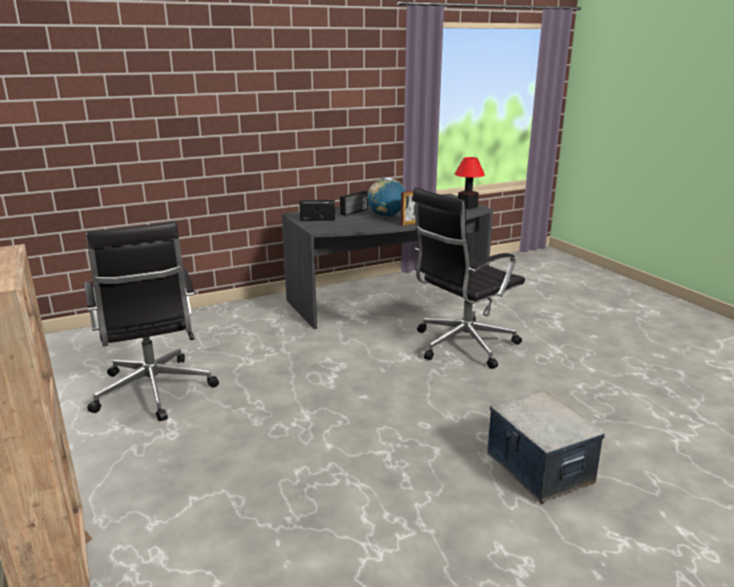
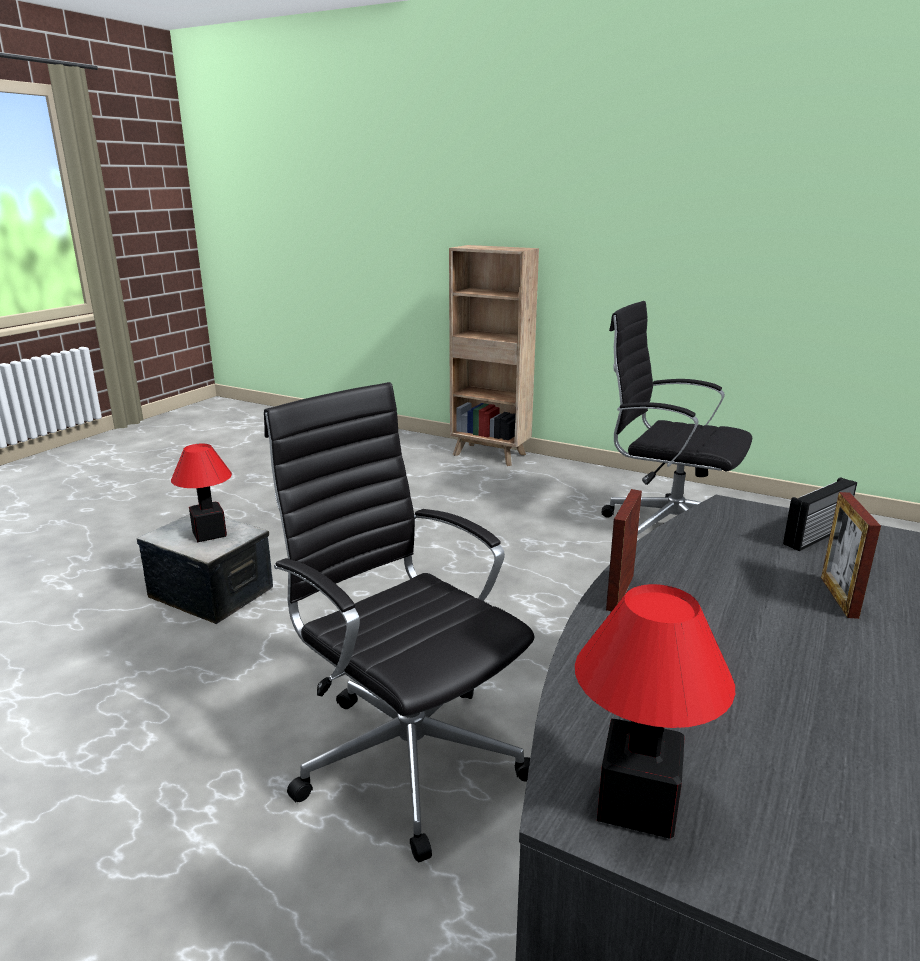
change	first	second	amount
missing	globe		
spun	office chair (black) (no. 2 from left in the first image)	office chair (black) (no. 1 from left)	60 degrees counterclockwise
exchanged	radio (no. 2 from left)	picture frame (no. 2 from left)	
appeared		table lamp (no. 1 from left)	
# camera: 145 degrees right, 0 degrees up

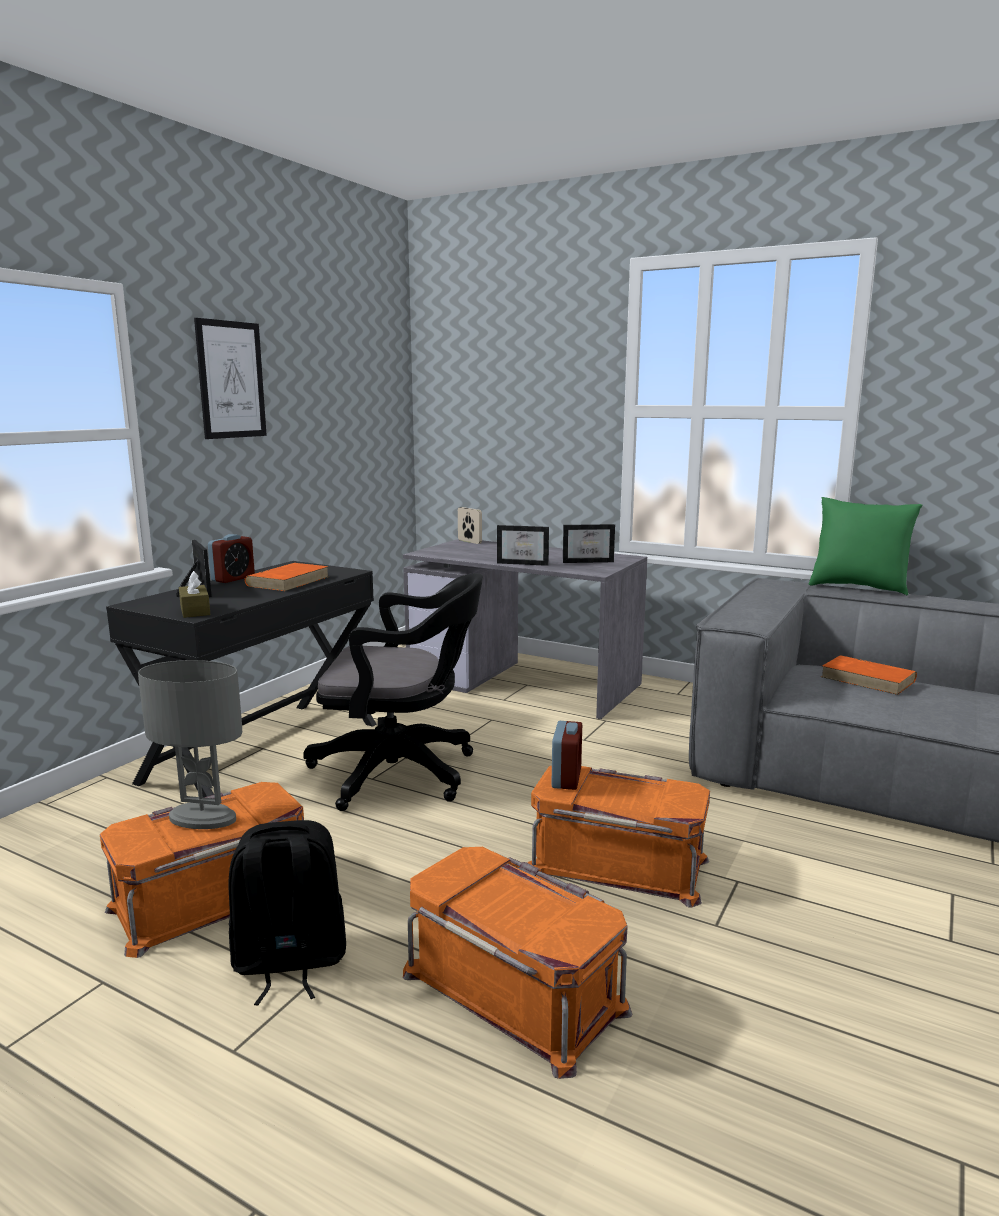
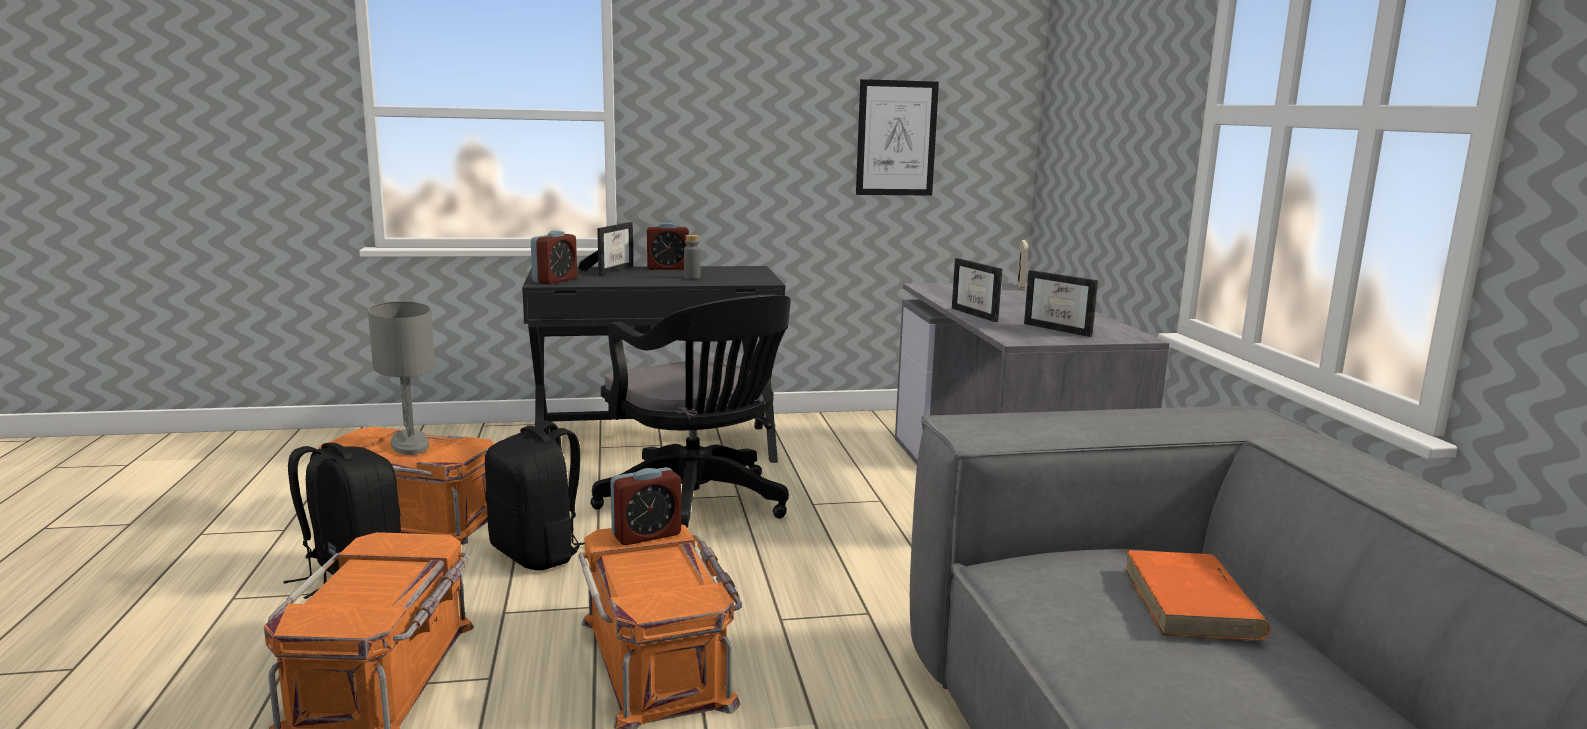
change	first	second	amount
relocated	picture		
missing	pillow (green)		
exchanged	book (orange) (no. 1 from left)	bottle (grey)	
exchanged	tissue box (brown)	alarm clock (no. 1 from left)	
appeared		backpack (black) (no. 2 from left)	
# camera: 50 degrees right, 0 degrees up

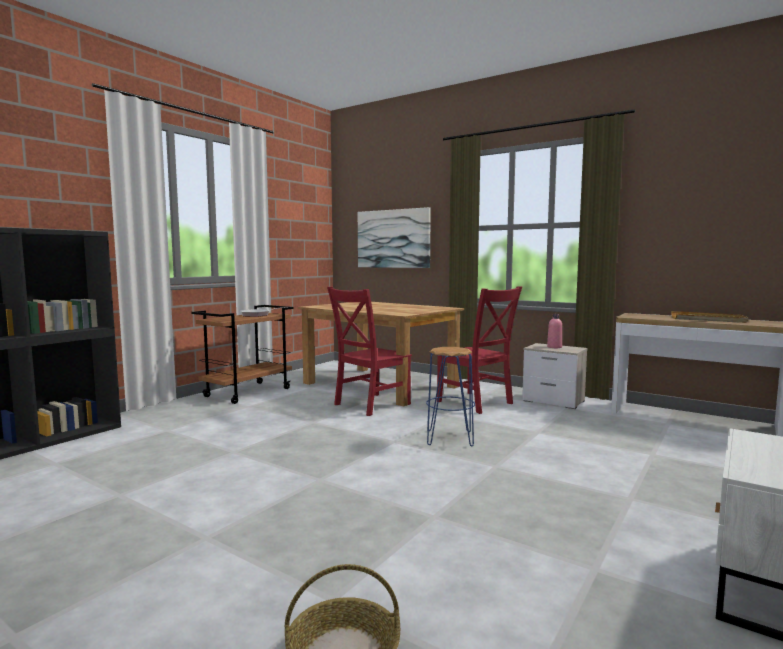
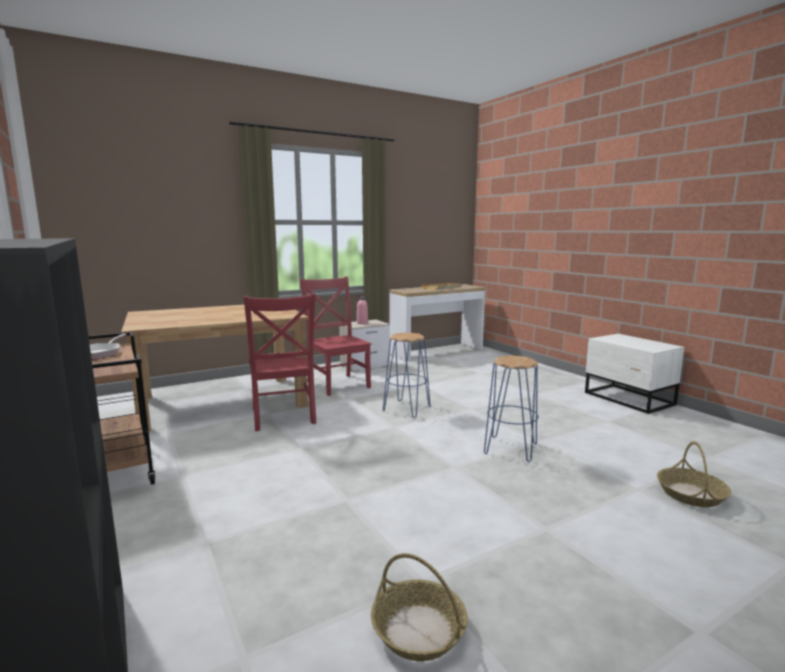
change	first	second	amount
missing	picture		
spun	chair (red) (no. 2 from left)		105 degrees counterclockwise
appeared		stool (blue) (no. 2 from left)	
appeared		basket (no. 1 from left)	
# camera: 65 degrees left, 5 degrees up

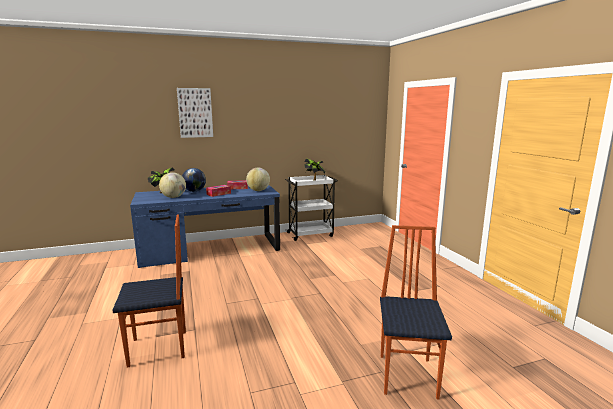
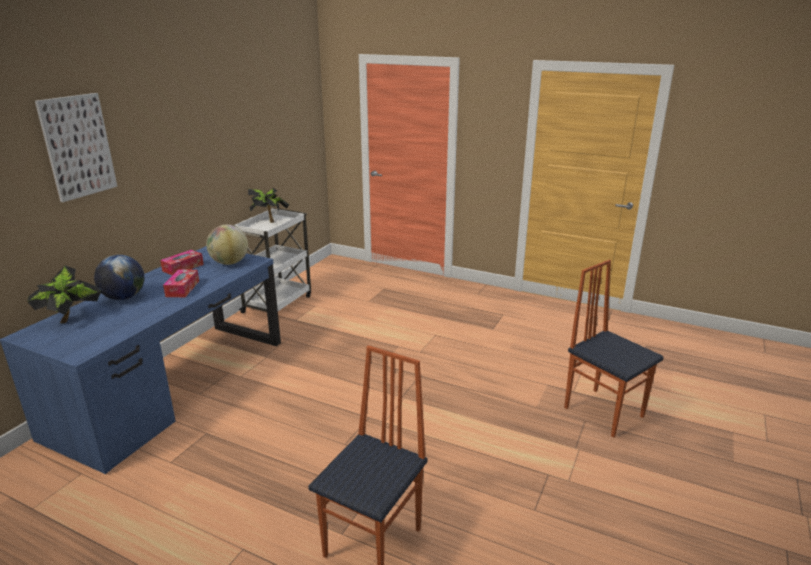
change	first	second	amount
missing	globe (no. 1 from left)		
# camera: 45 degrees left, 10 degrees up

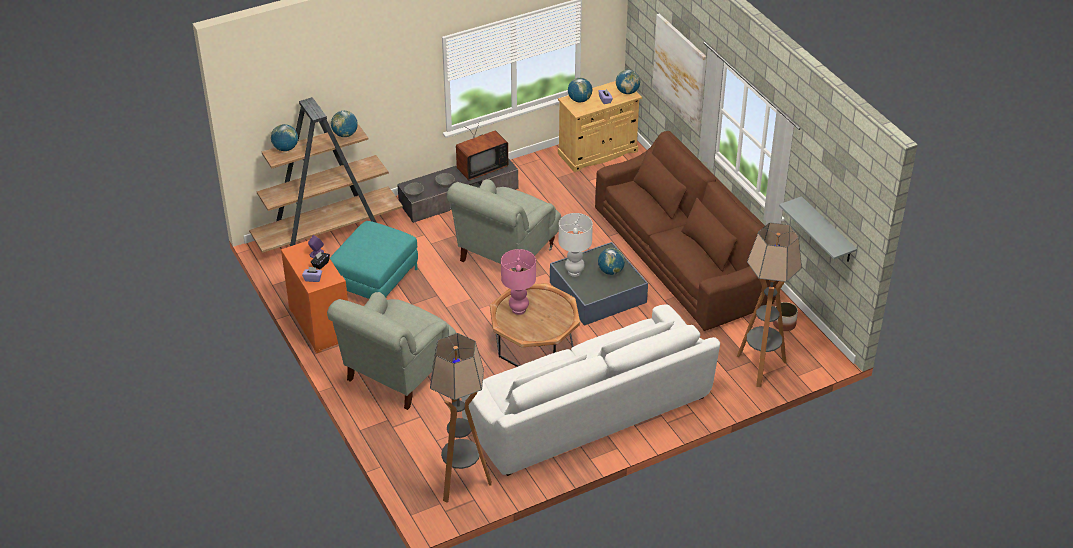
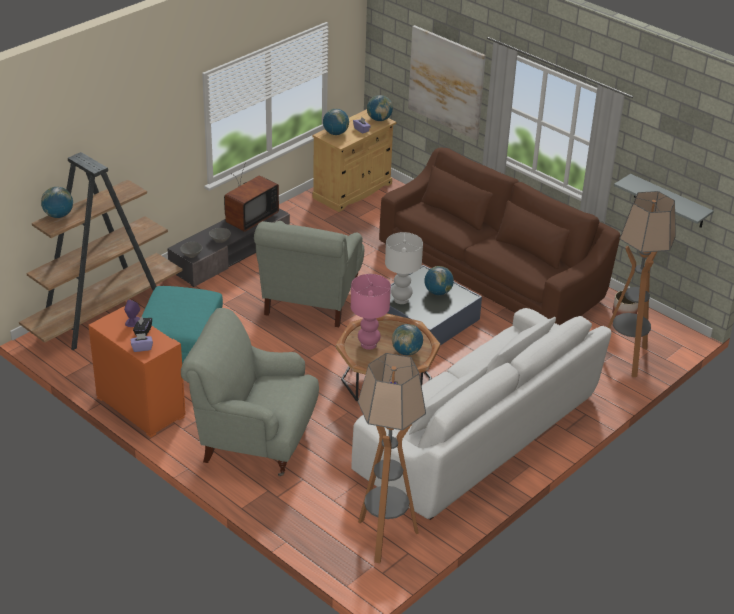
change	first	second	amount
relocated	globe (no. 2 from left in the first image)	globe (no. 4 from left)	
spun	armchair (grey) (no. 1 from left)		90 degrees clockwise
# camera: 20 degrees left, 5 degrees down

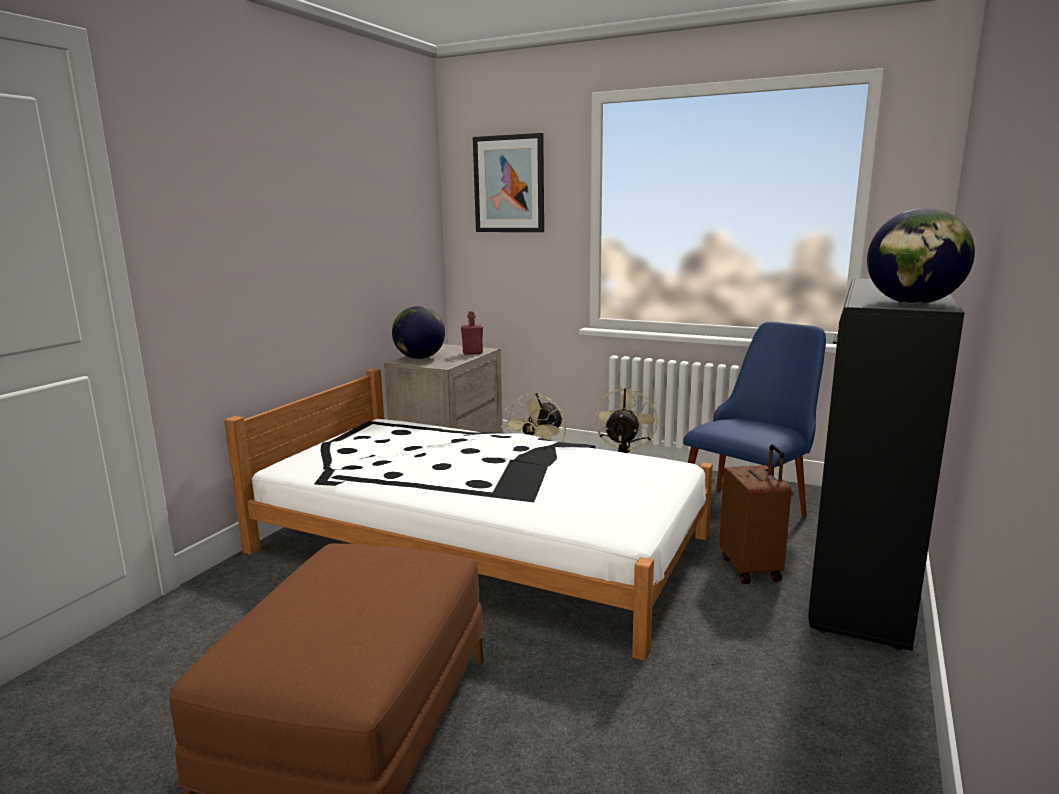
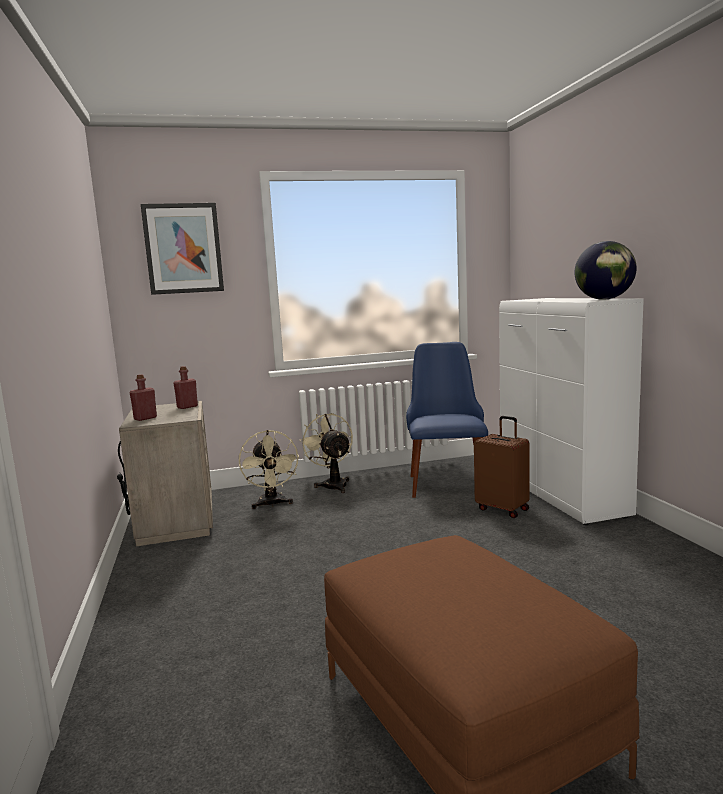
change	first	second	amount
colour	cabinet (black)	cabinet (white)	
exchanged	globe (no. 1 from left)	bottle (red) (no. 1 from left)	
missing	bed (white)		
# camera: 40 degrees left, 5 degrees down

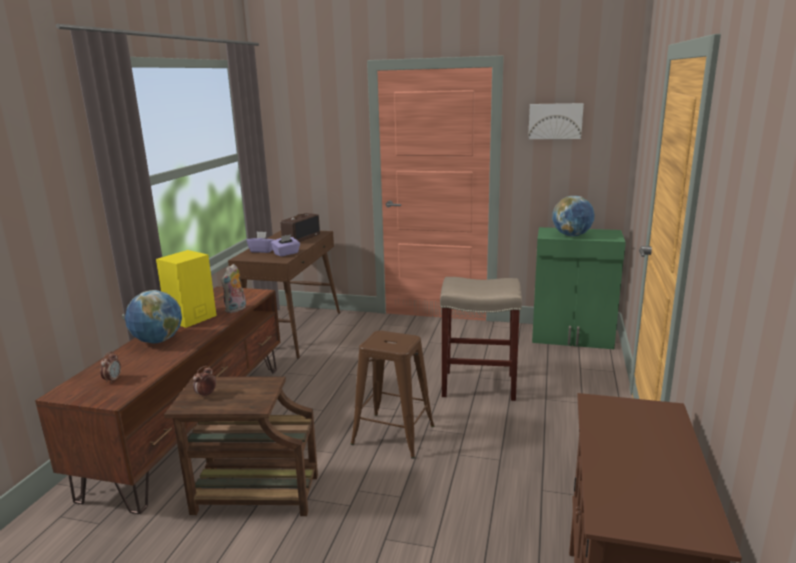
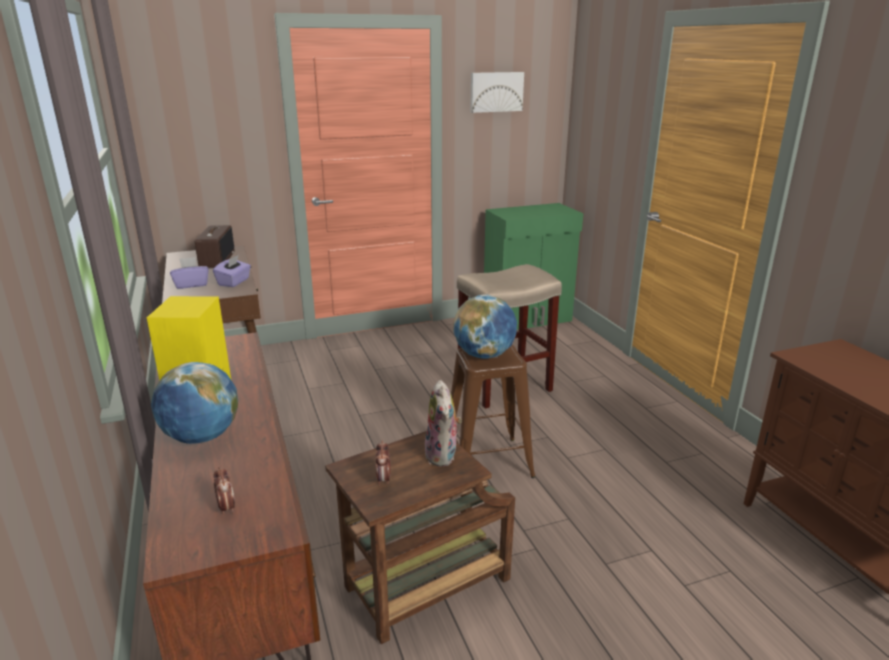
change	first	second	amount
relocated	globe (no. 2 from left)		
relocated	plush toy		
# camera: 35 degrees left, 5 degrees up

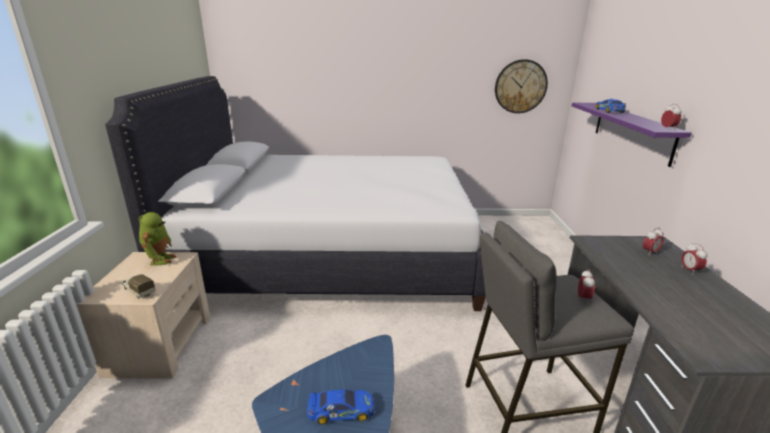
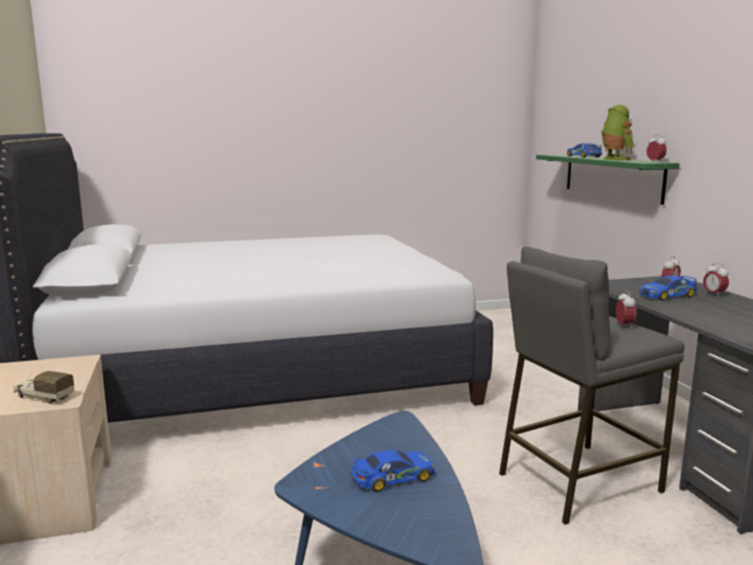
change	first	second	amount
missing	wall clock		
colour	shelf (purple)	shelf (green)	
relocated	toy robot		
appeared		toy car (no. 3 from left)	
# camera: 15 degrees left, 10 degrees down

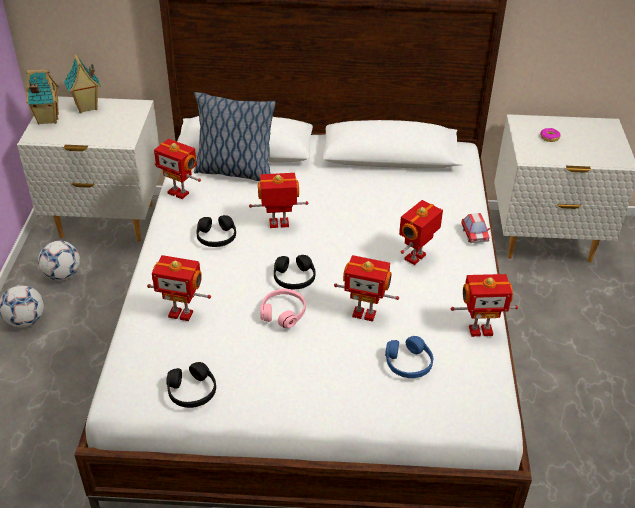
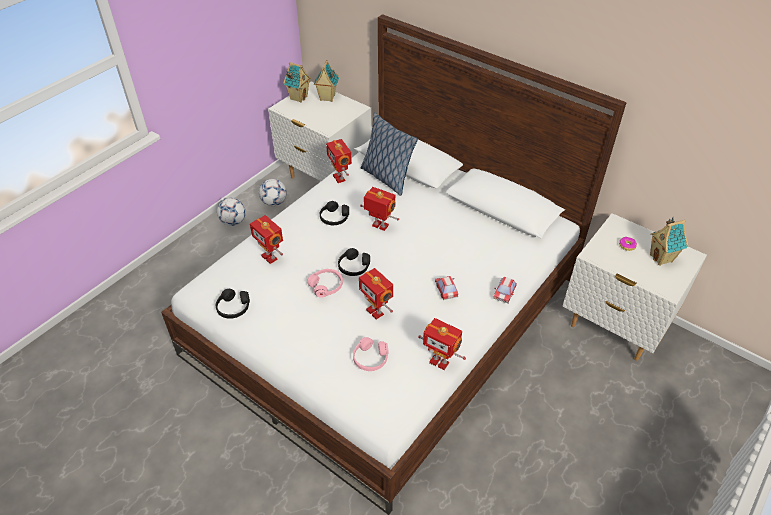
change	first	second	amount
exchanged	toy robot (no. 5 from left)	toy car (no. 1 from left)	
colour	headphones (blue)	headphones (pink) (no. 2 from left)	
appeared		toy house (no. 3 from left)	
# camera: 35 degrees right, 5 degrees up

